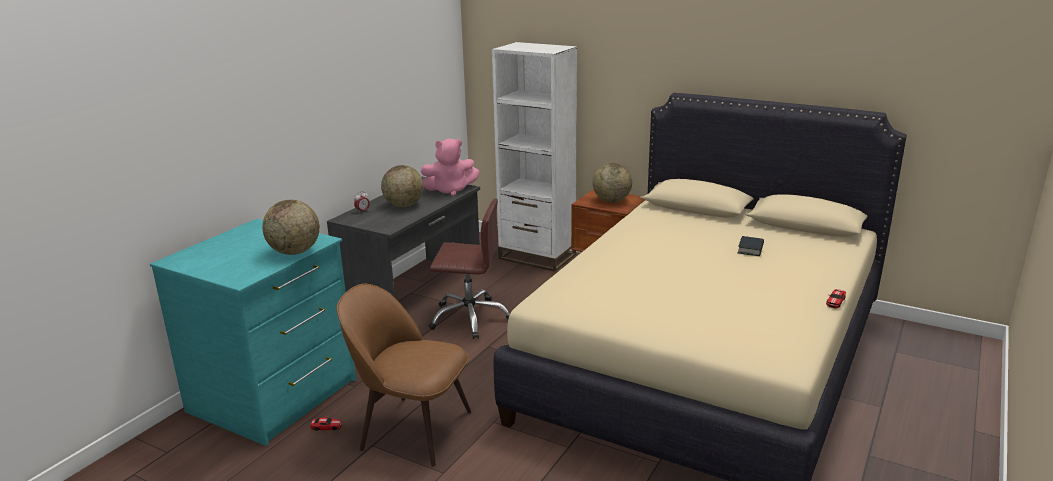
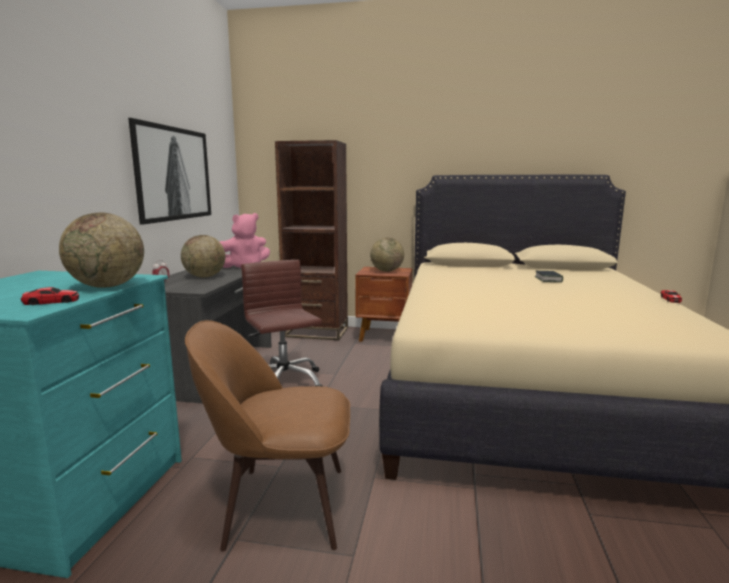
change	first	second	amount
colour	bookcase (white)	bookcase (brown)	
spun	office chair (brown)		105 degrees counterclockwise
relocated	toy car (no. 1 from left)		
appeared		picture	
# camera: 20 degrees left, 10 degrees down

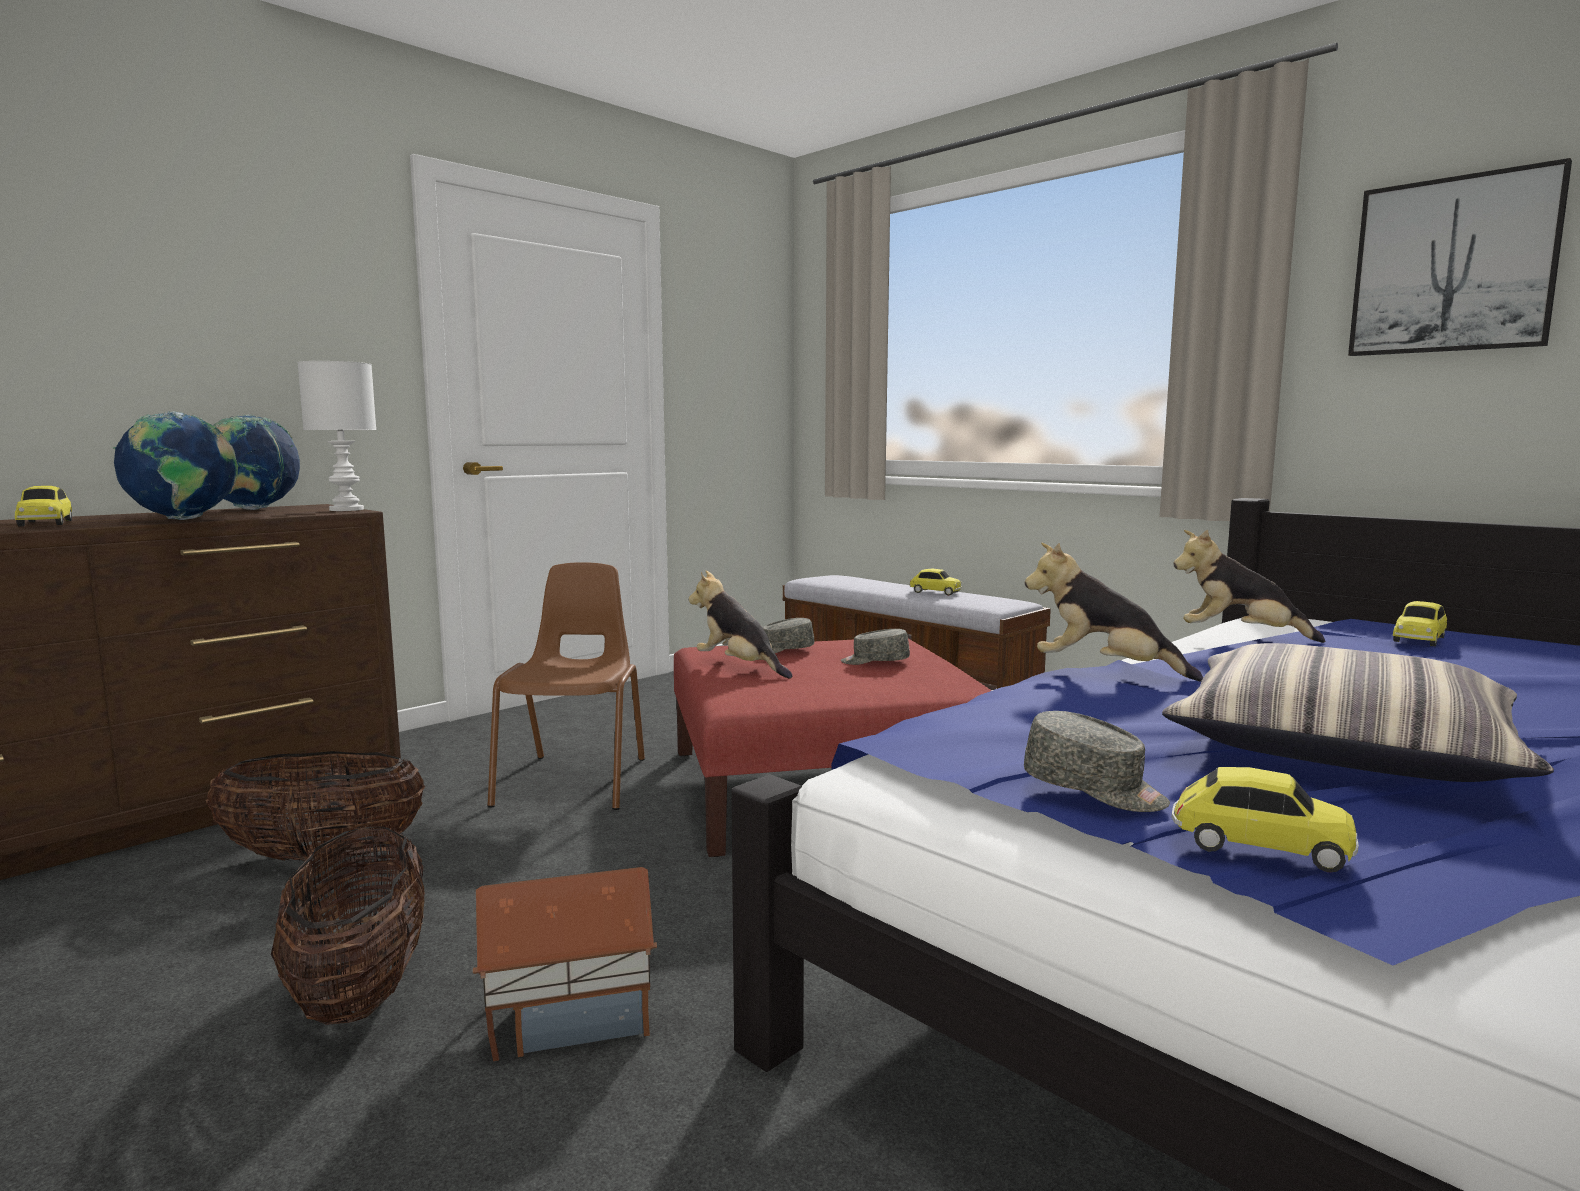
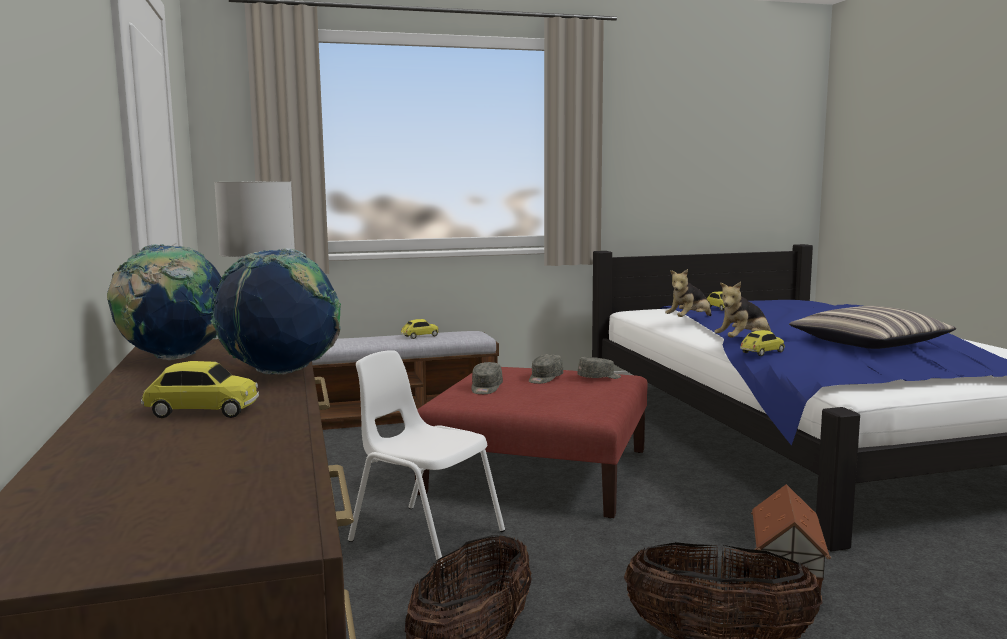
change	first	second	amount
missing	picture		
colour	chair (brown)	chair (white)	
missing	plush toy (no. 1 from left)		
relocated	cap (grey) (no. 3 from left)		
relocated	toy car (no. 3 from left in the first image)	toy car (no. 4 from left)	
# camera: 60 degrees left, 0 degrees up

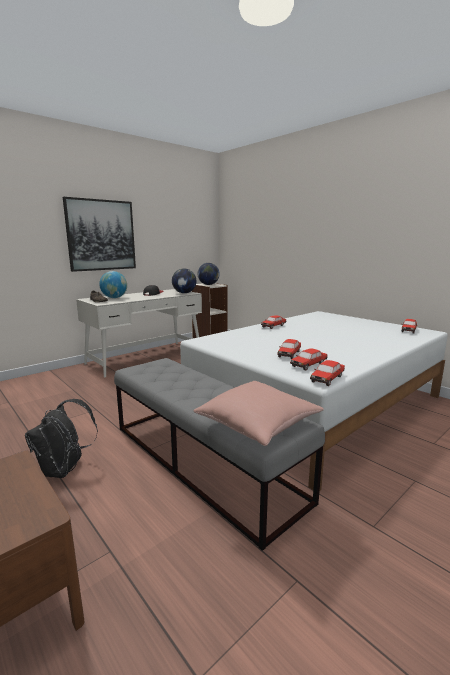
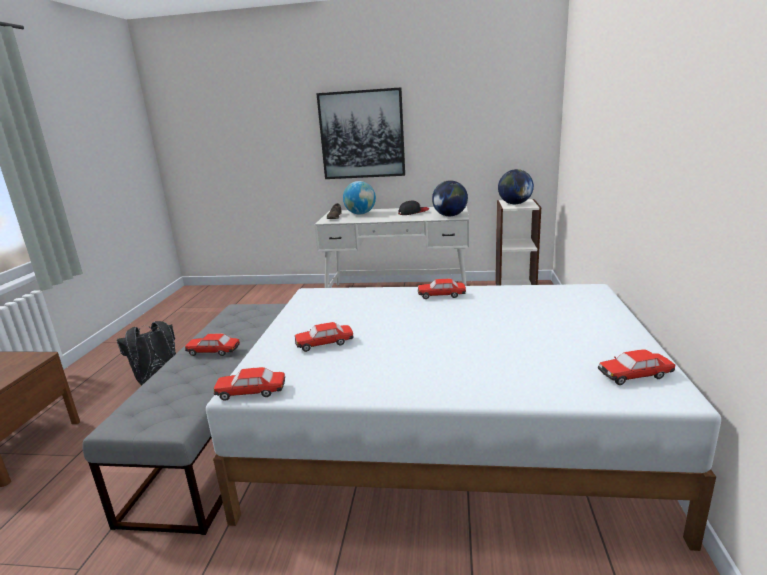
change	first	second	amount
relocated	toy car (no. 3 from left in the first image)	toy car (no. 1 from left)	
missing	pillow (pink)		
# camera: 50 degrees right, 5 degrees up

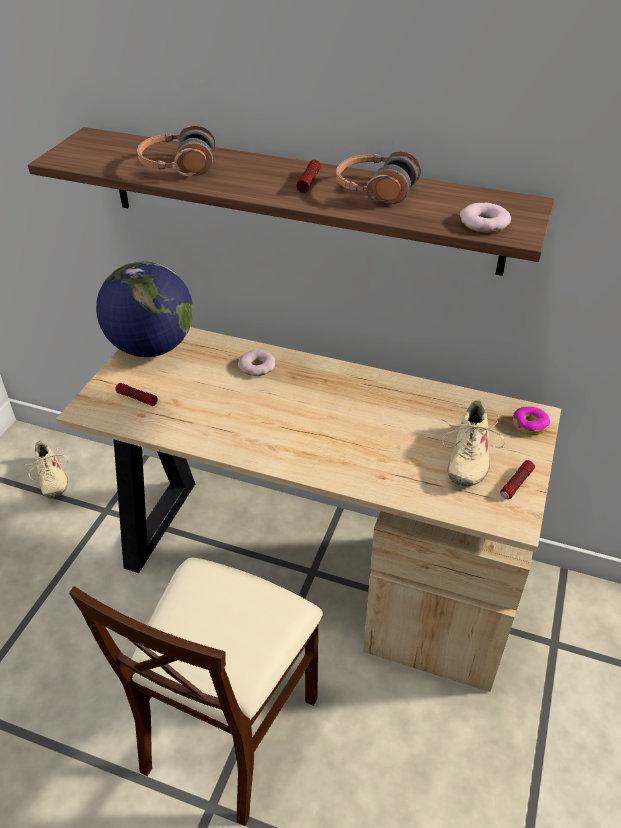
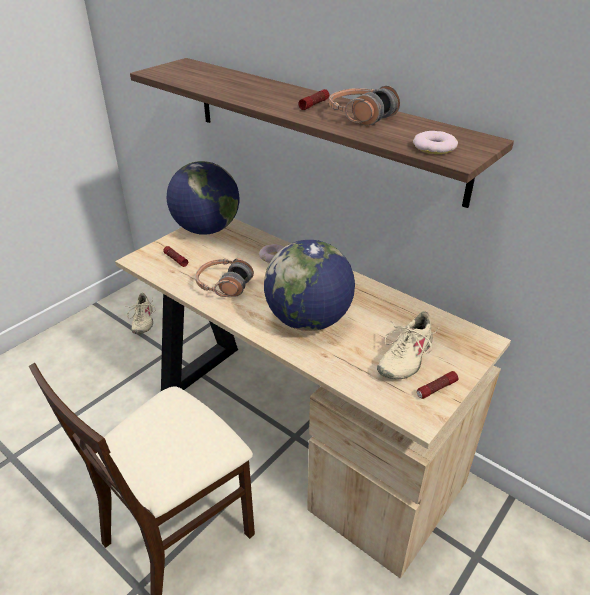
change	first	second	amount
relocated	headphones (no. 1 from left)		
missing	donut (no. 3 from left)		
appeared		globe (no. 2 from left)	
# camera: 20 degrees right, 5 degrees down

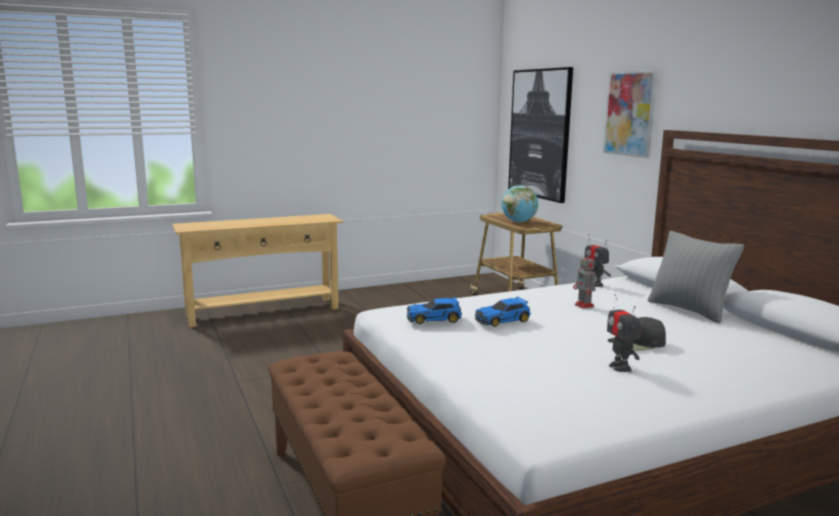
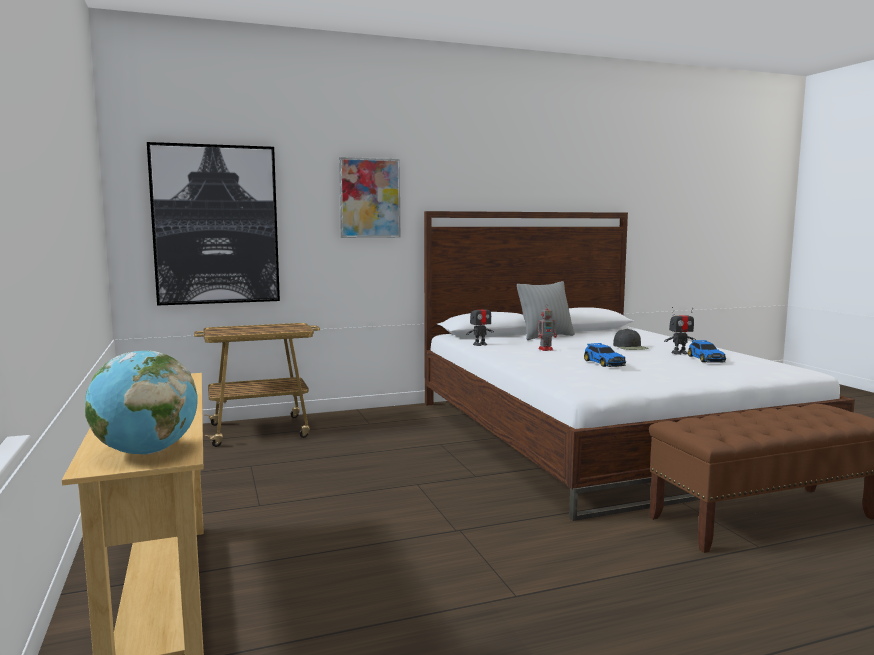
change	first	second	amount
relocated	globe		
relocated	toy car (no. 1 from left in the first image)	toy car (no. 2 from left)	
# camera: 85 degrees left, 5 degrees down

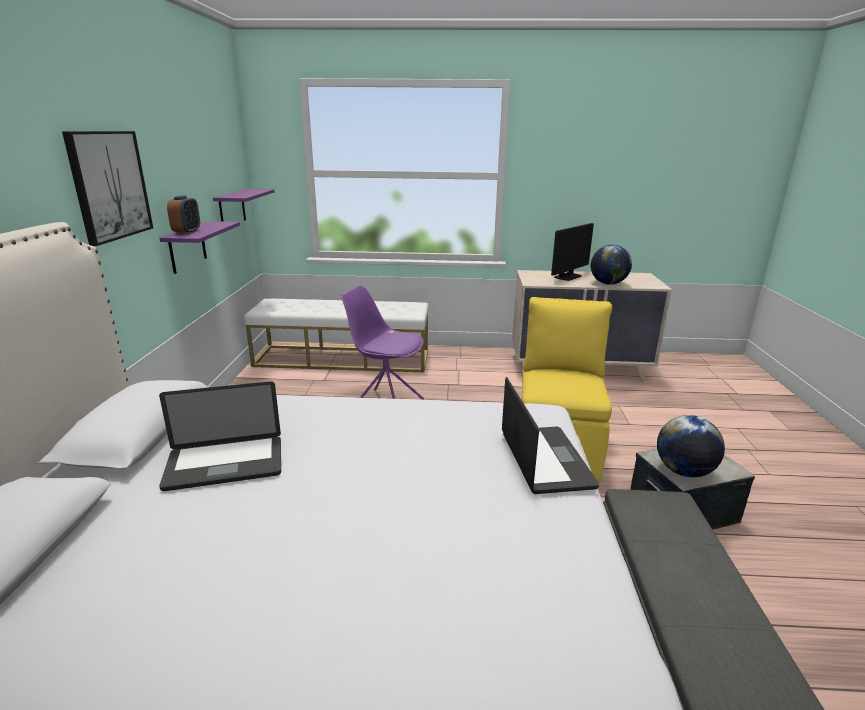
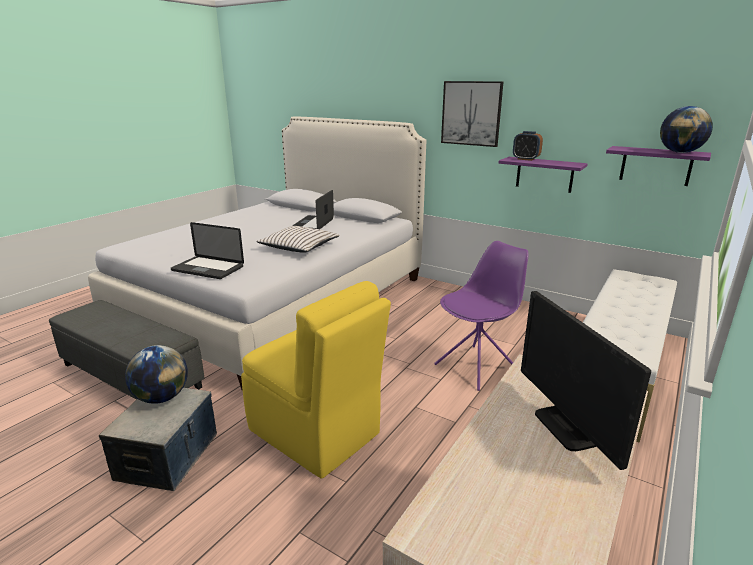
change	first	second	amount
relocated	globe (no. 1 from left in the first image)	globe (no. 2 from left)	
appeared		pillow (white)	
# camera: 120 degrees right, 0 degrees up

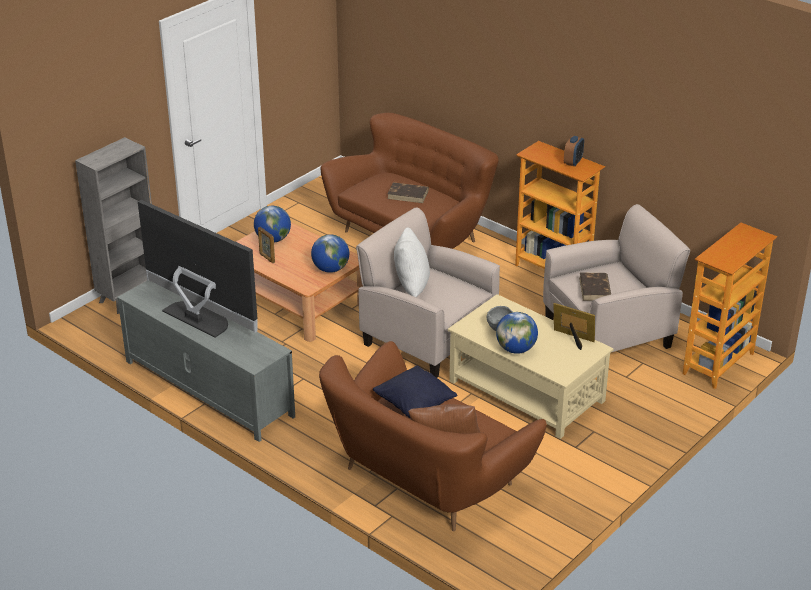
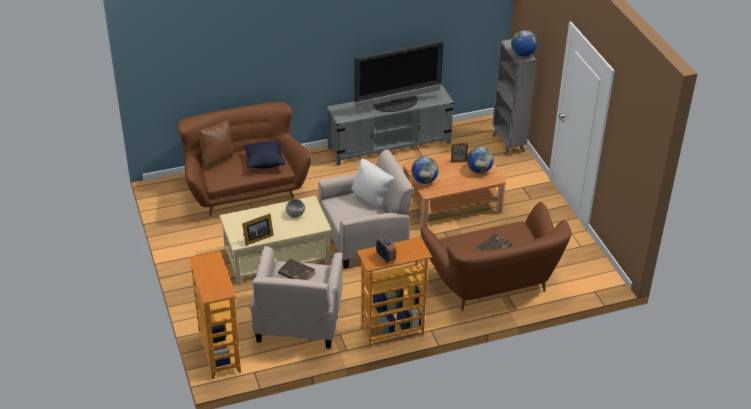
change	first	second	amount
relocated	globe (no. 3 from left)		
# camera: 120 degrees right, 5 degrees up

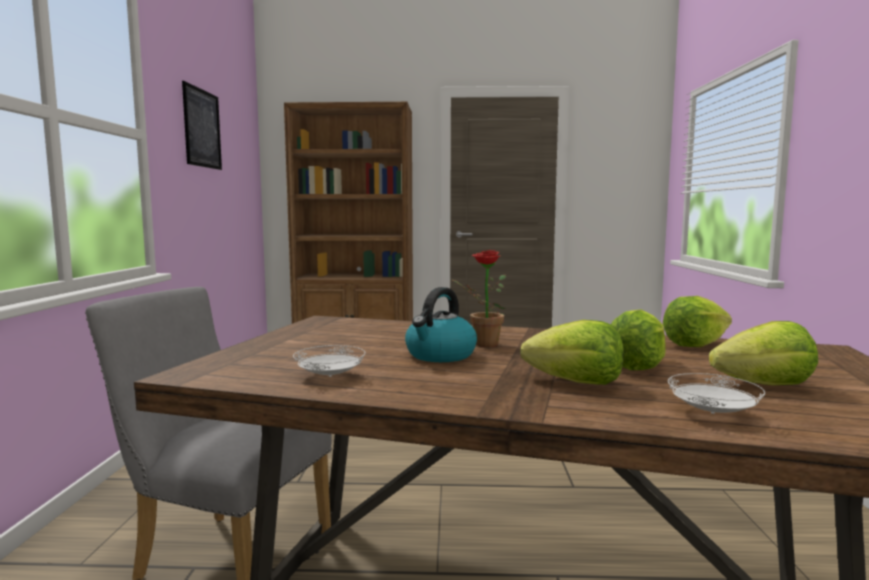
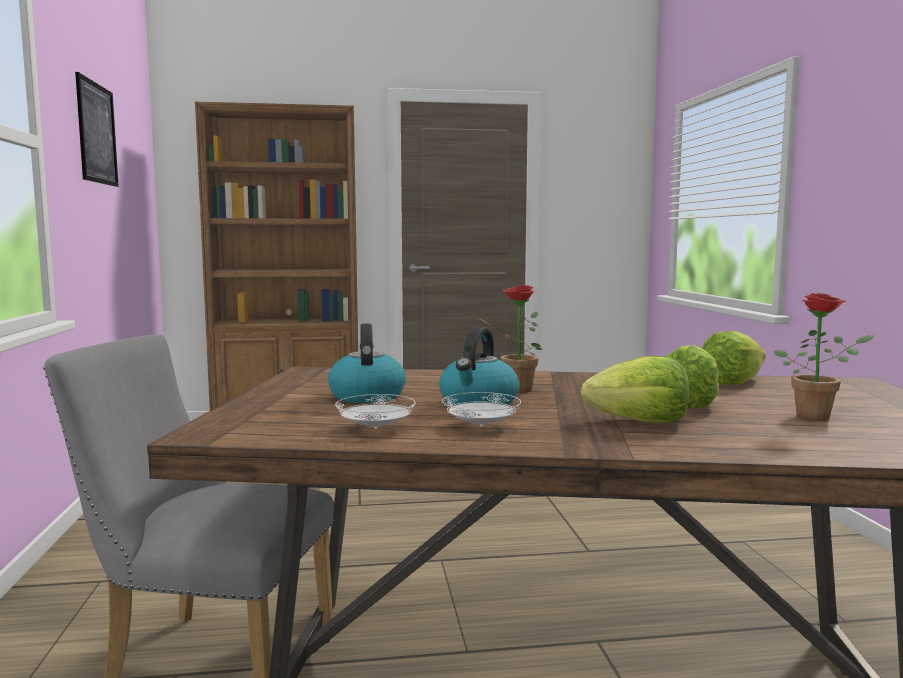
change	first	second	amount
exchanged	lettuce (no. 4 from left)	potted plant (no. 2 from left)	
relocated	plate (white) (no. 2 from left)		
appeared		kettle (no. 1 from left)	
# camera: 10 degrees left, 0 degrees up

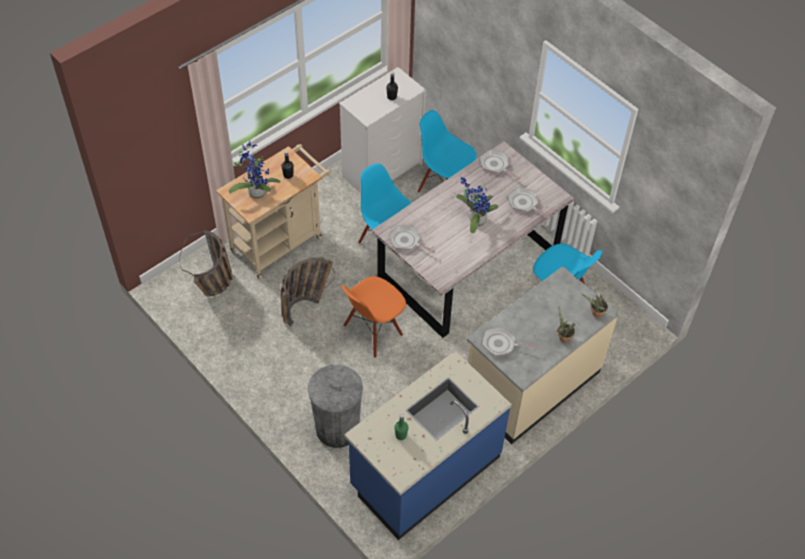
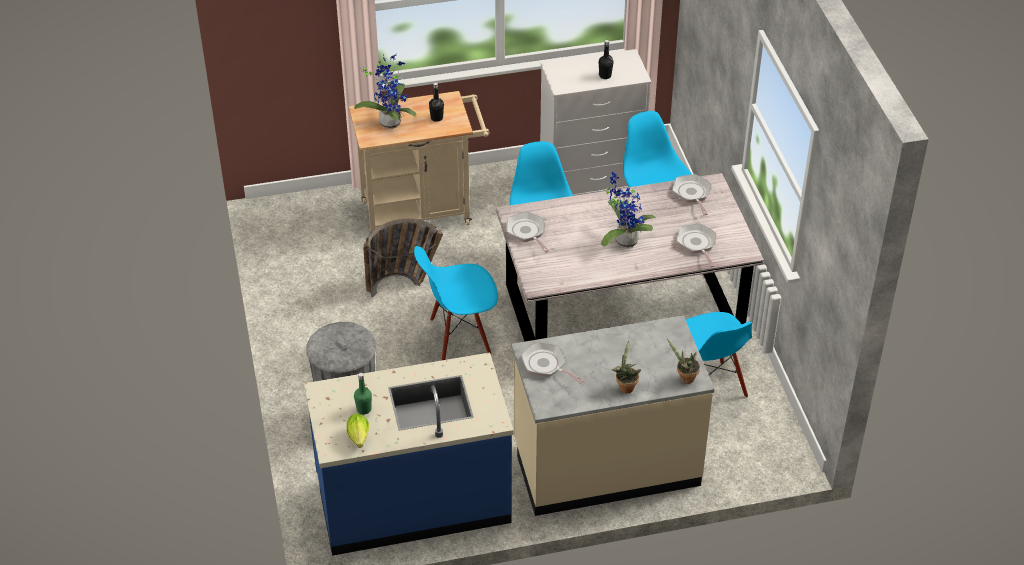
change	first	second	amount
missing	basket (no. 1 from left)		
colour	chair (orange)	chair (blue) (no. 1 from left)	
appeared		lettuce	
# camera: 30 degrees right, 10 degrees down

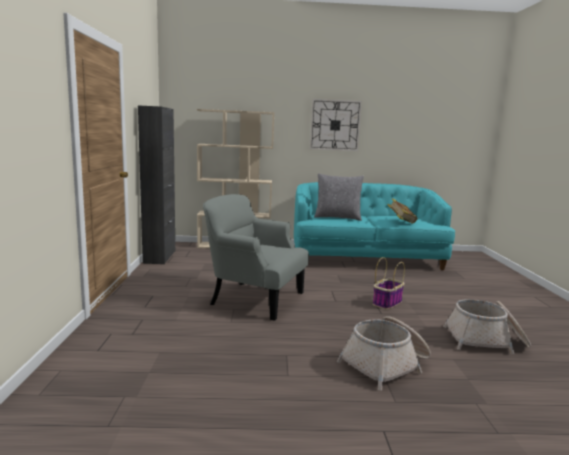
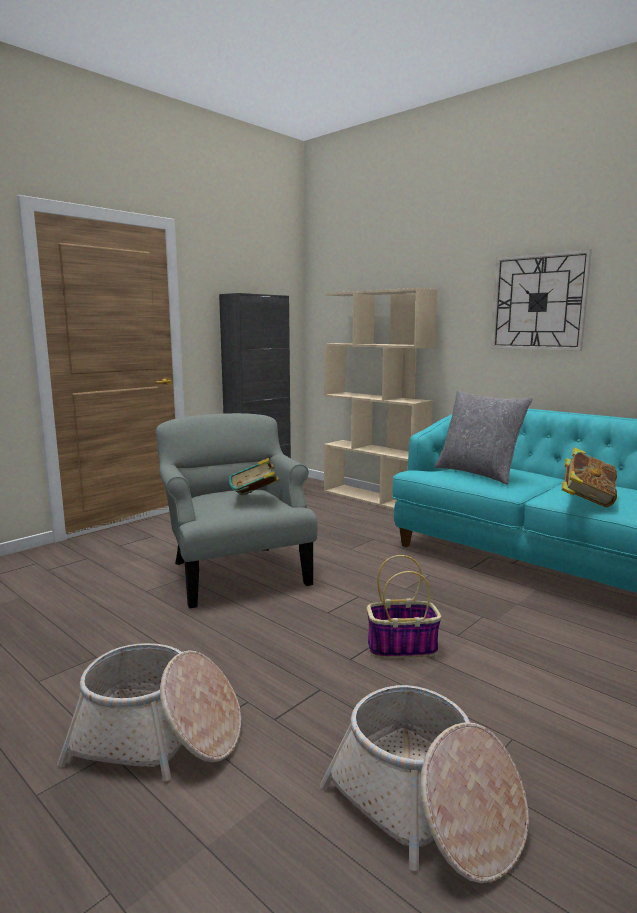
change	first	second	amount
appeared		book (no. 1 from left)	
# camera: 45 degrees right, 0 degrees up

